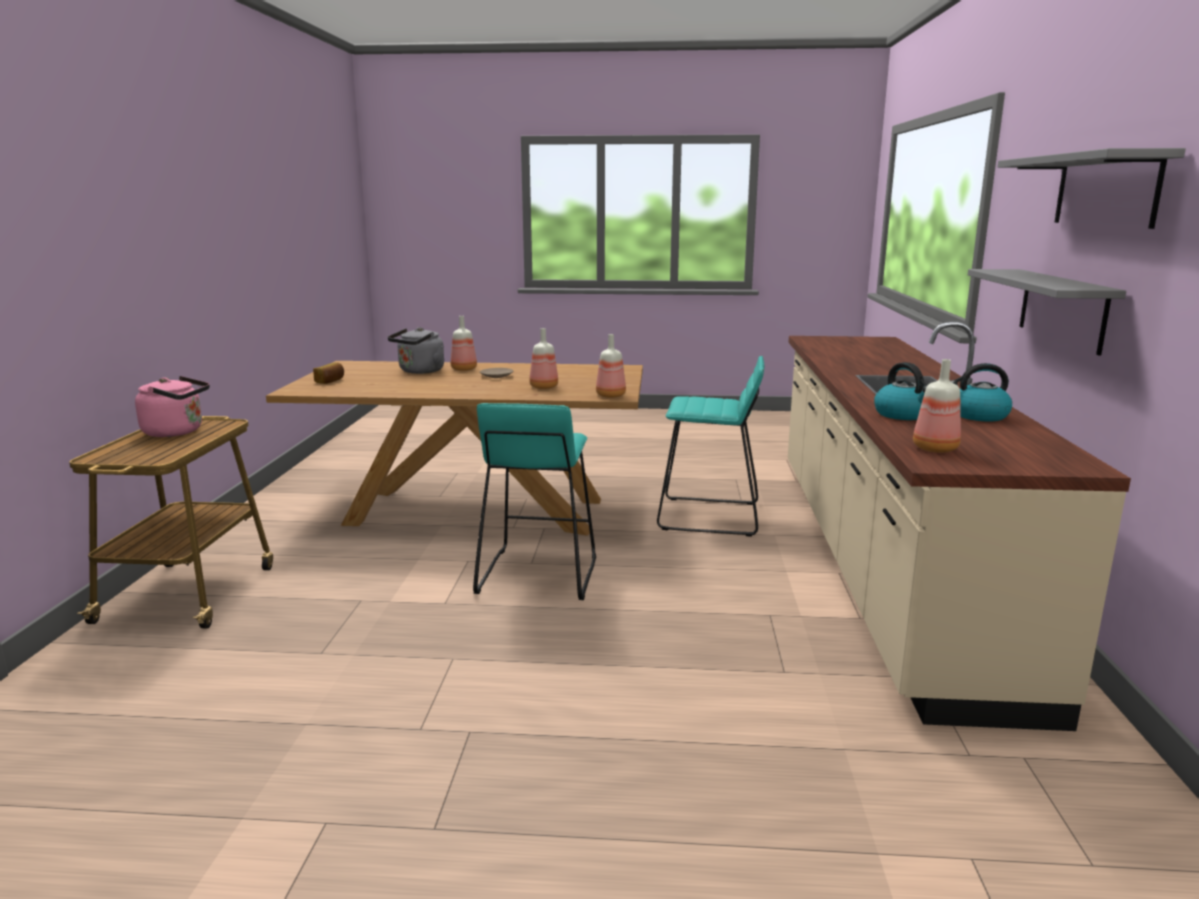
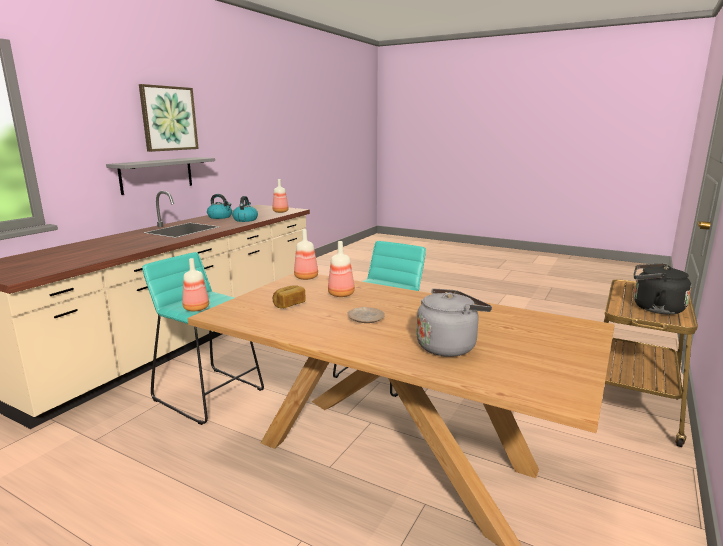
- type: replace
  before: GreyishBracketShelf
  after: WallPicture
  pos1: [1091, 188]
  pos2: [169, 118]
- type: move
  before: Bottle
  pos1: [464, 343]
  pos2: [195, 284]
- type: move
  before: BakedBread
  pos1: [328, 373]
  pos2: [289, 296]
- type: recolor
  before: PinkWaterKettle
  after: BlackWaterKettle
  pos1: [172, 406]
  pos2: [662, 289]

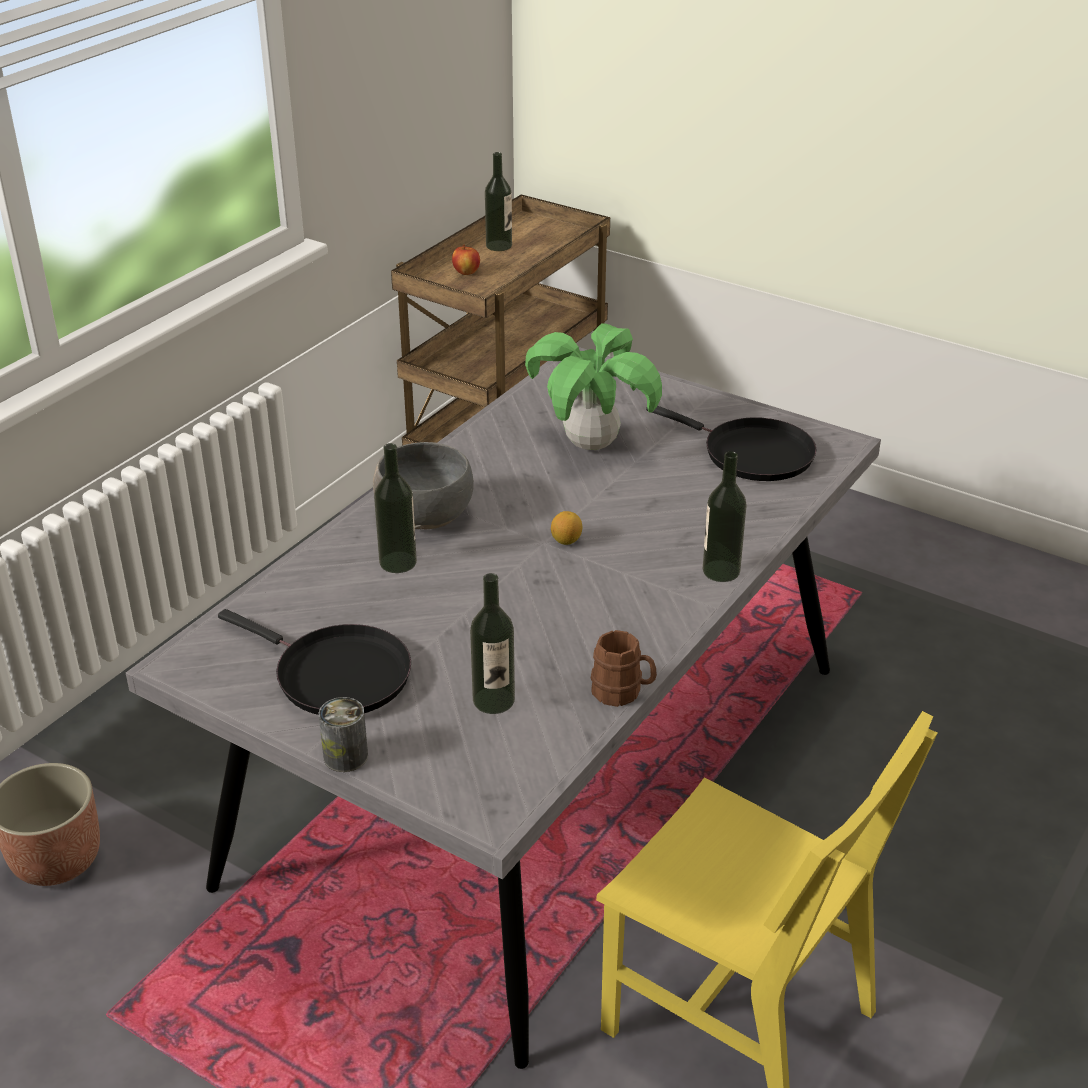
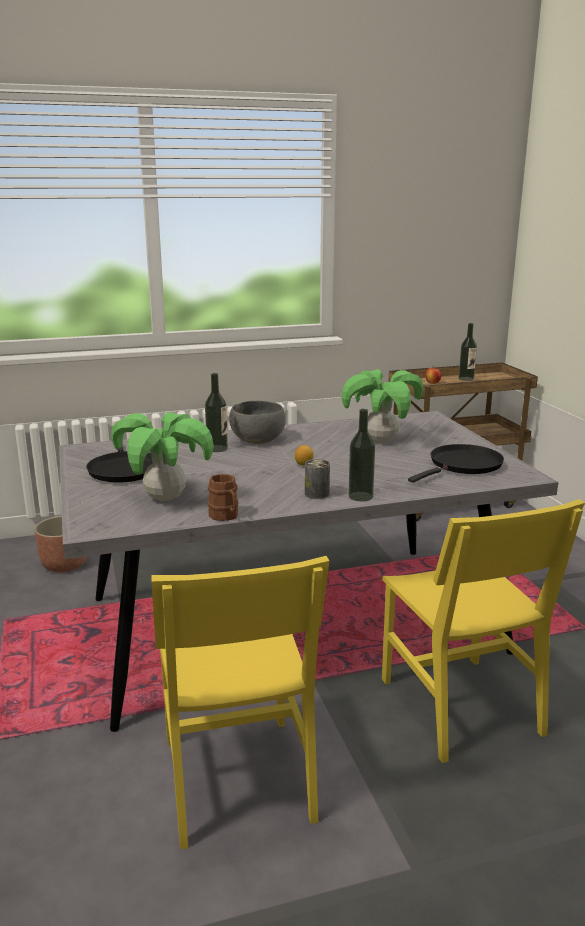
- type: rotate
  before: BlackPan
  pos1: [731, 443]
  pos2: [456, 463]
  turn: -120
- type: replace
  before: Bottle
  after: PottedPlant
  pos1: [492, 643]
  pos2: [162, 456]
- type: move
  before: SealedCan
  pos1: [343, 734]
  pos2: [317, 479]
- type: insert
  after: YellowColouredUprightChair
  pos2: [483, 631]

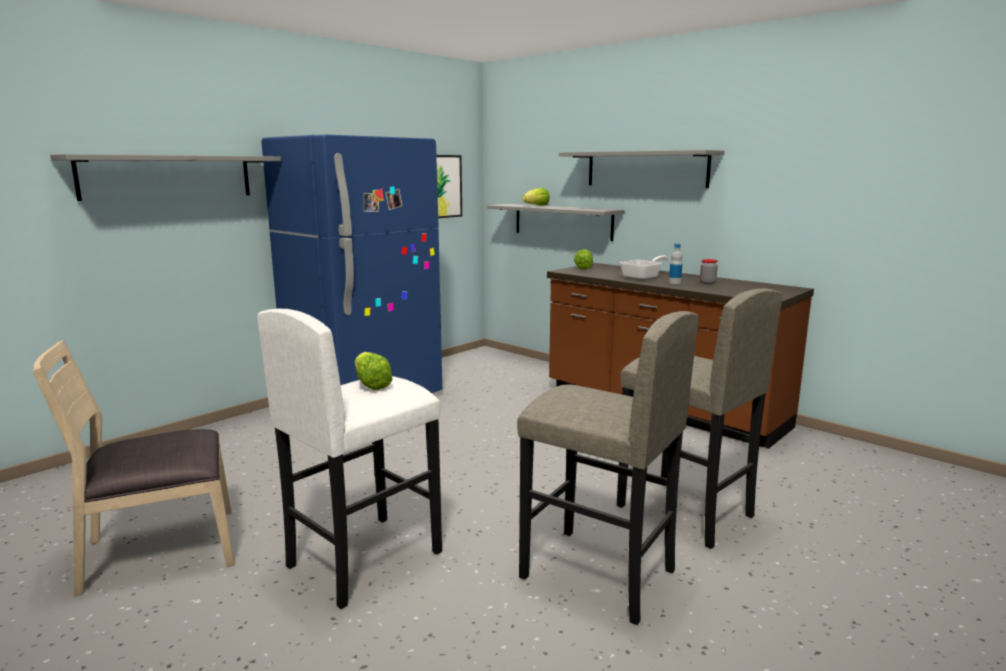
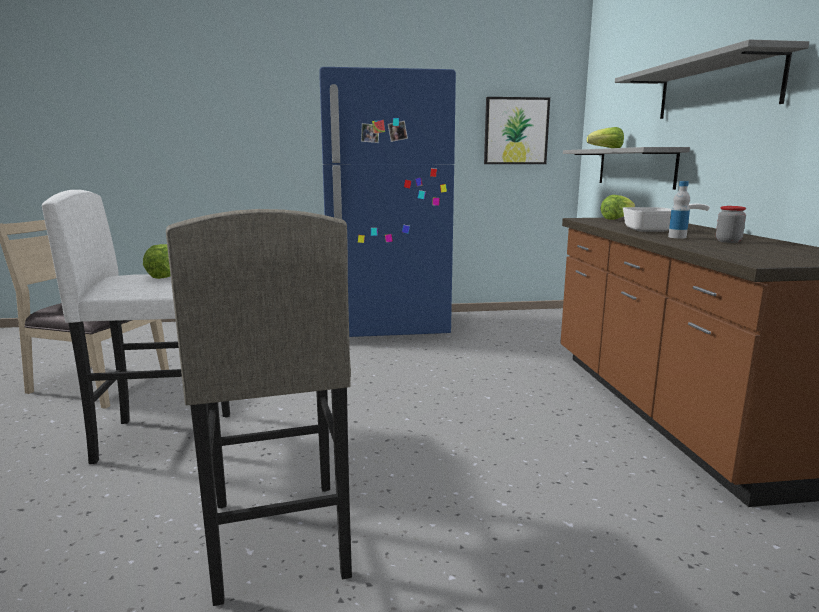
- type: delete
  before: GreyishBracketShelf
  pos1: [165, 177]
- type: delete
  before: GreyishStoolSeat
  pos1: [700, 419]

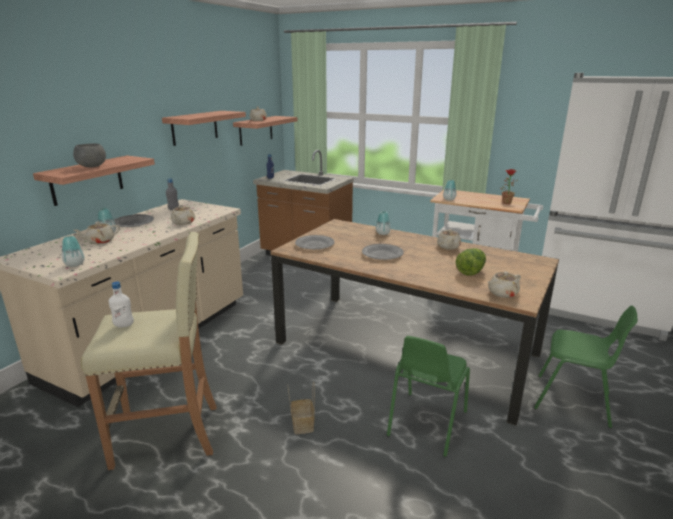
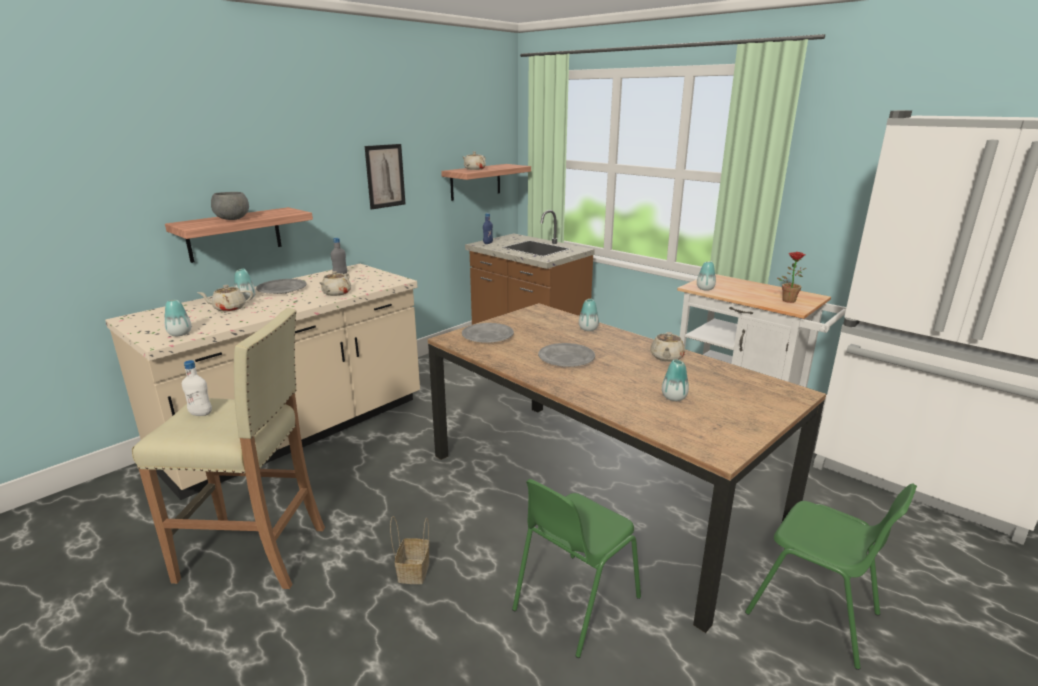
- type: replace
  before: BracketShelf
  after: WallPicture
  pos1: [204, 128]
  pos2: [385, 177]
- type: replace
  before: Lettuce
  after: Vase
  pos1: [471, 262]
  pos2: [675, 380]
- type: delete
  before: SandColouredTeaPot
  pos1: [504, 284]

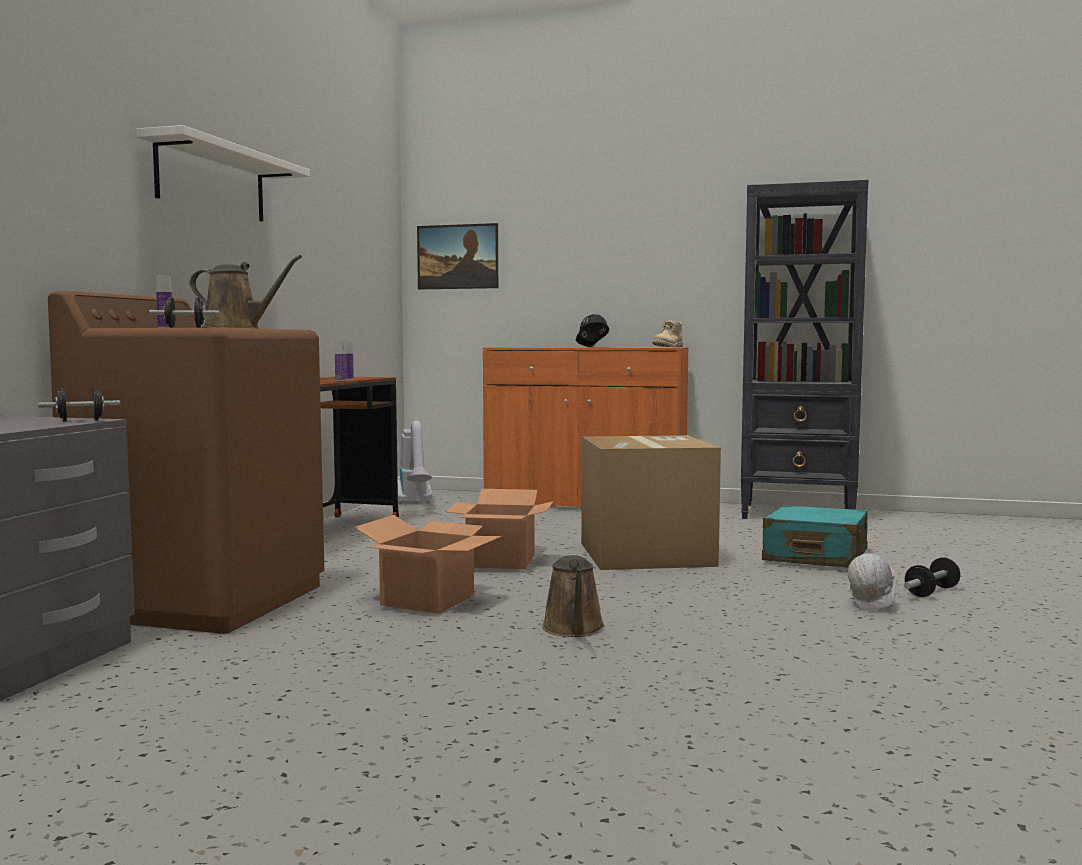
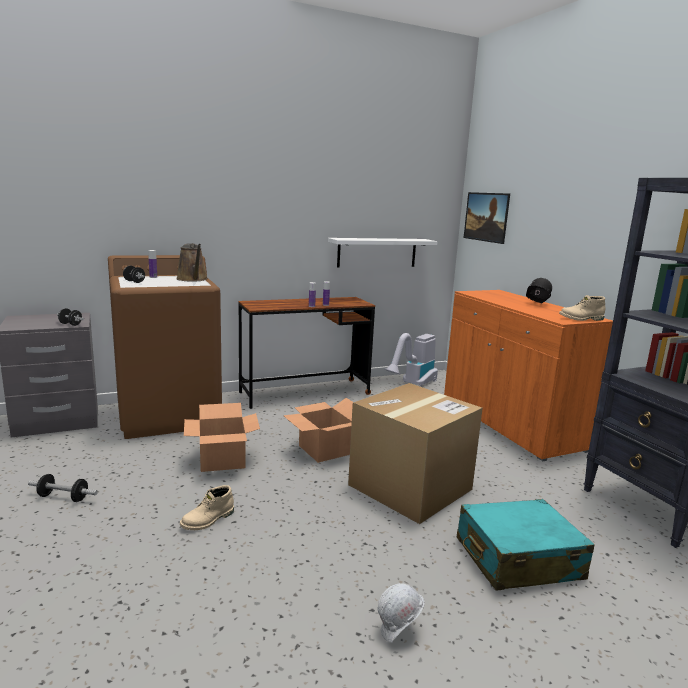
- type: move
  before: WhiteBracketShelf
  pos1: [223, 173]
  pos2: [383, 253]
- type: replace
  before: BrownishWateringCan
  after: SandColouredHighTopBoot
  pos1: [573, 595]
  pos2: [207, 507]
- type: move
  before: HandWeight
  pos1: [932, 577]
  pos2: [63, 488]

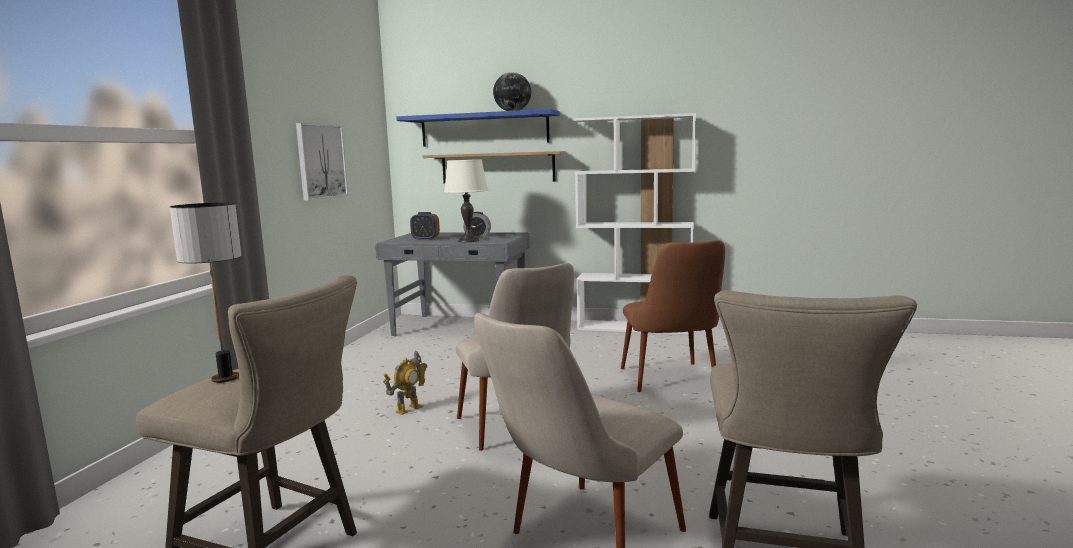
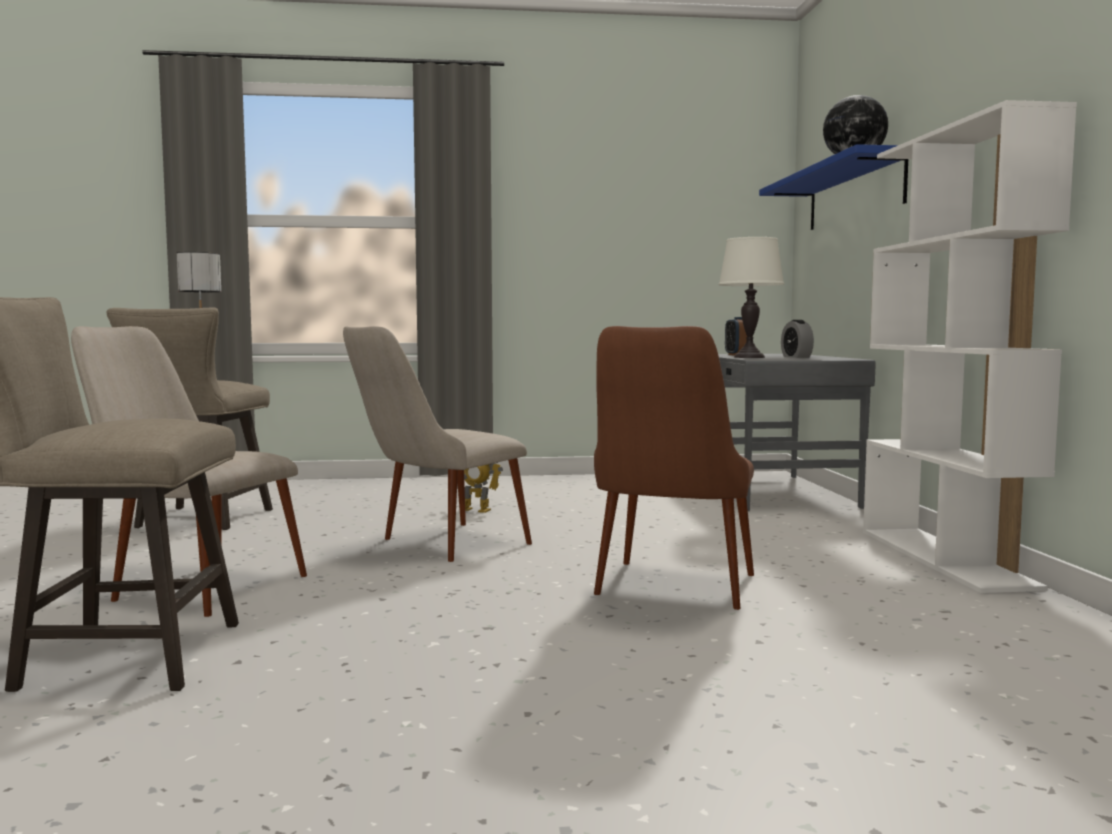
- type: delete
  before: WallPicture
  pos1: [322, 162]
- type: delete
  before: BracketShelf
  pos1: [494, 167]
- type: rotate
  before: BrownishUprightChair
  pos1: [673, 316]
  pos2: [674, 468]
  turn: -45

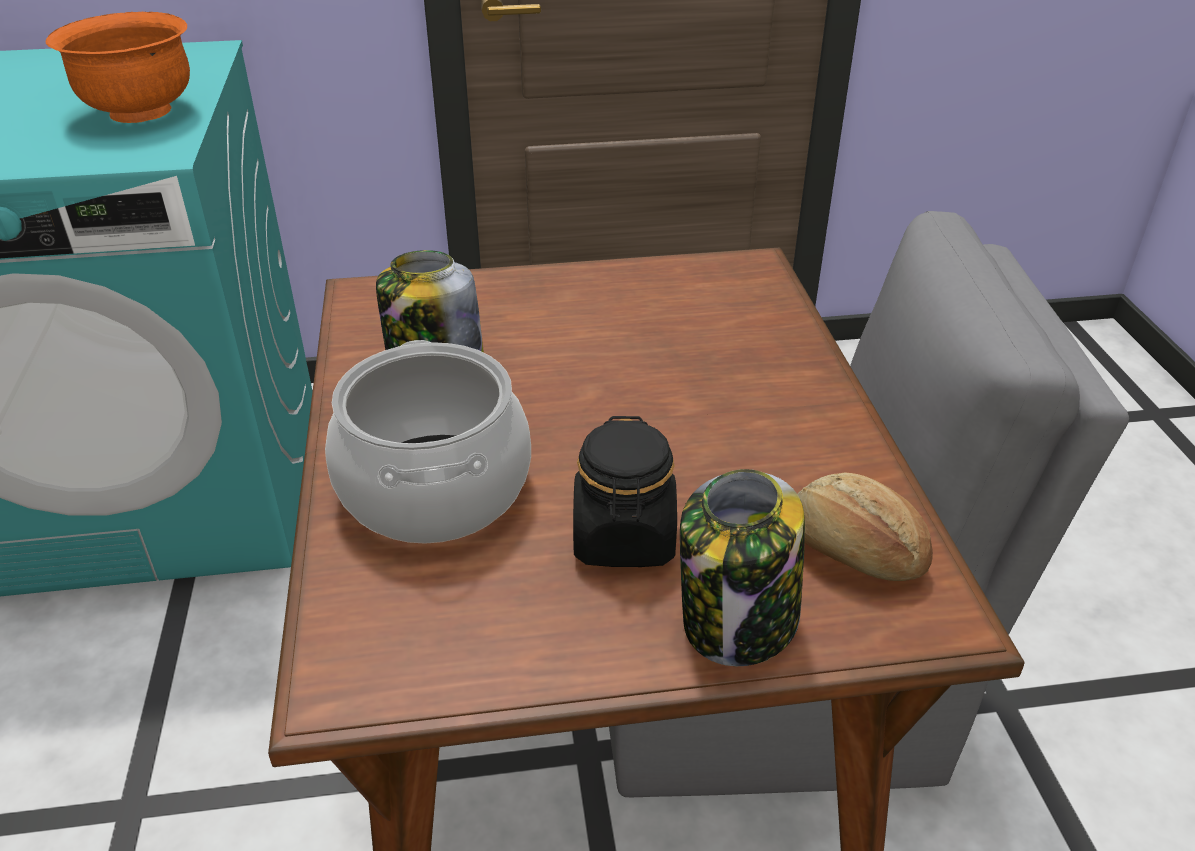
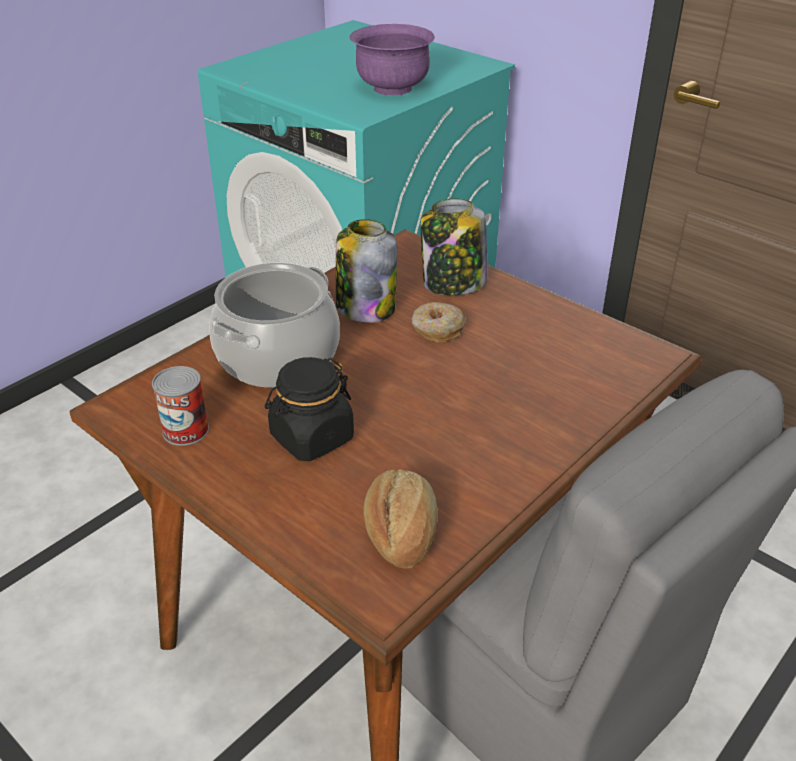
- type: recolor
  before: OrangeDeepDish
  after: PurpleDeepDish
  pos1: [118, 67]
  pos2: [392, 60]
- type: move
  before: Jar
  pos1: [742, 567]
  pos2: [454, 246]
- type: insert
  after: Doughnut
  pos2: [438, 322]
- type: insert
  after: SealedCan
  pos2: [180, 406]

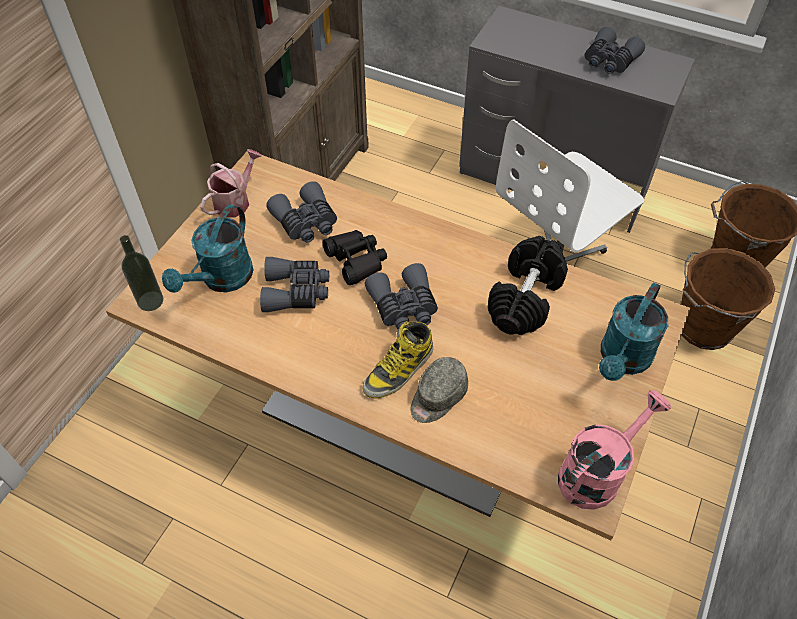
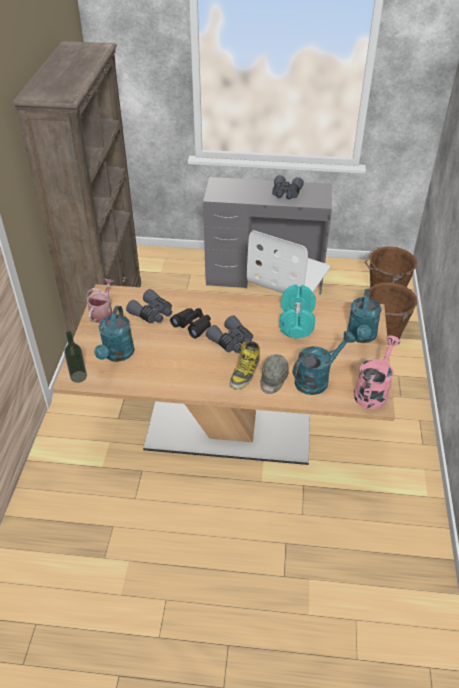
- type: recolor
  before: BlackHandWeight
  after: TurquoiseHandWeight
  pos1: [528, 285]
  pos2: [297, 311]
- type: delete
  before: GreyishBinoculars
  pos1: [294, 284]
- type: insert
  after: TurquoiseWateringCan
  pos2: [324, 363]

